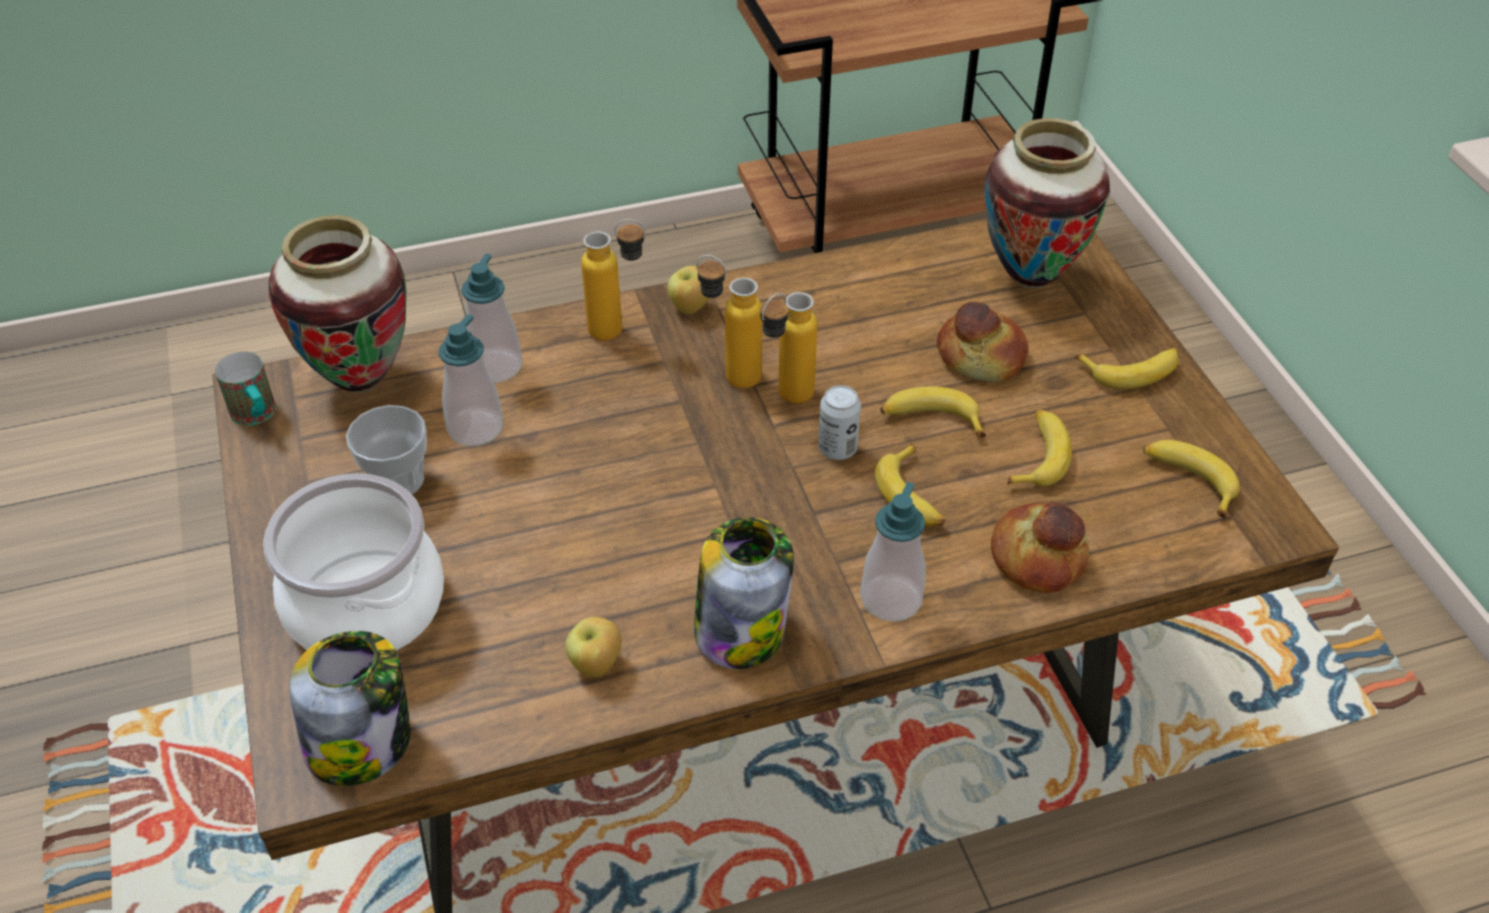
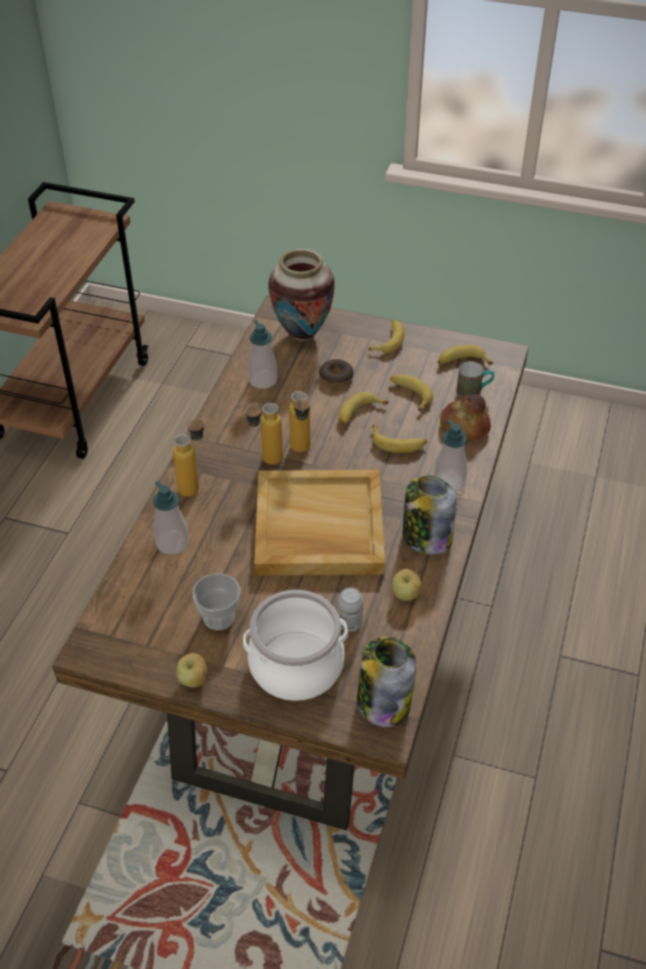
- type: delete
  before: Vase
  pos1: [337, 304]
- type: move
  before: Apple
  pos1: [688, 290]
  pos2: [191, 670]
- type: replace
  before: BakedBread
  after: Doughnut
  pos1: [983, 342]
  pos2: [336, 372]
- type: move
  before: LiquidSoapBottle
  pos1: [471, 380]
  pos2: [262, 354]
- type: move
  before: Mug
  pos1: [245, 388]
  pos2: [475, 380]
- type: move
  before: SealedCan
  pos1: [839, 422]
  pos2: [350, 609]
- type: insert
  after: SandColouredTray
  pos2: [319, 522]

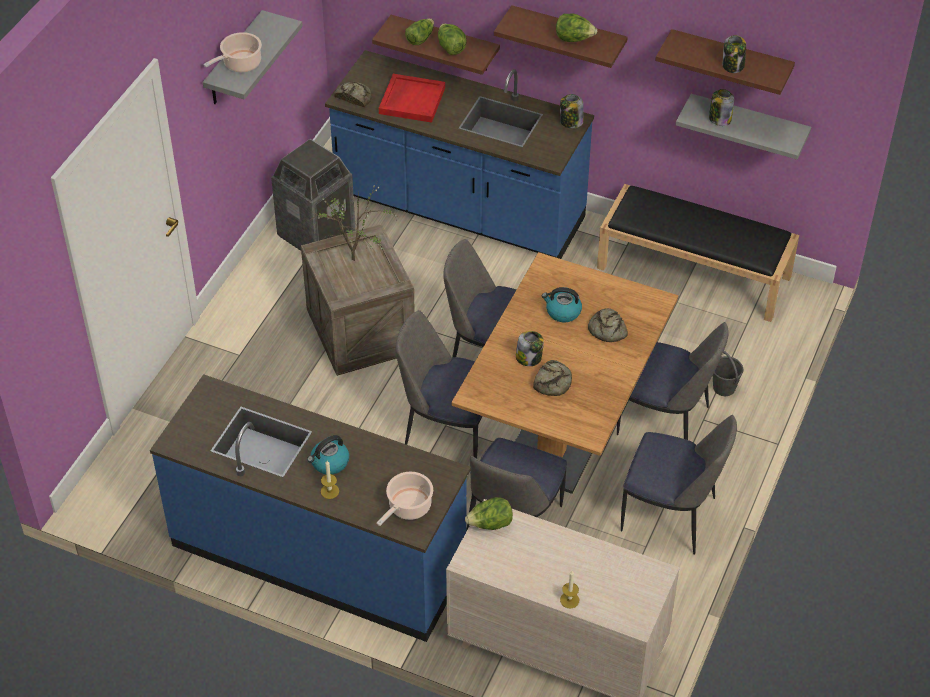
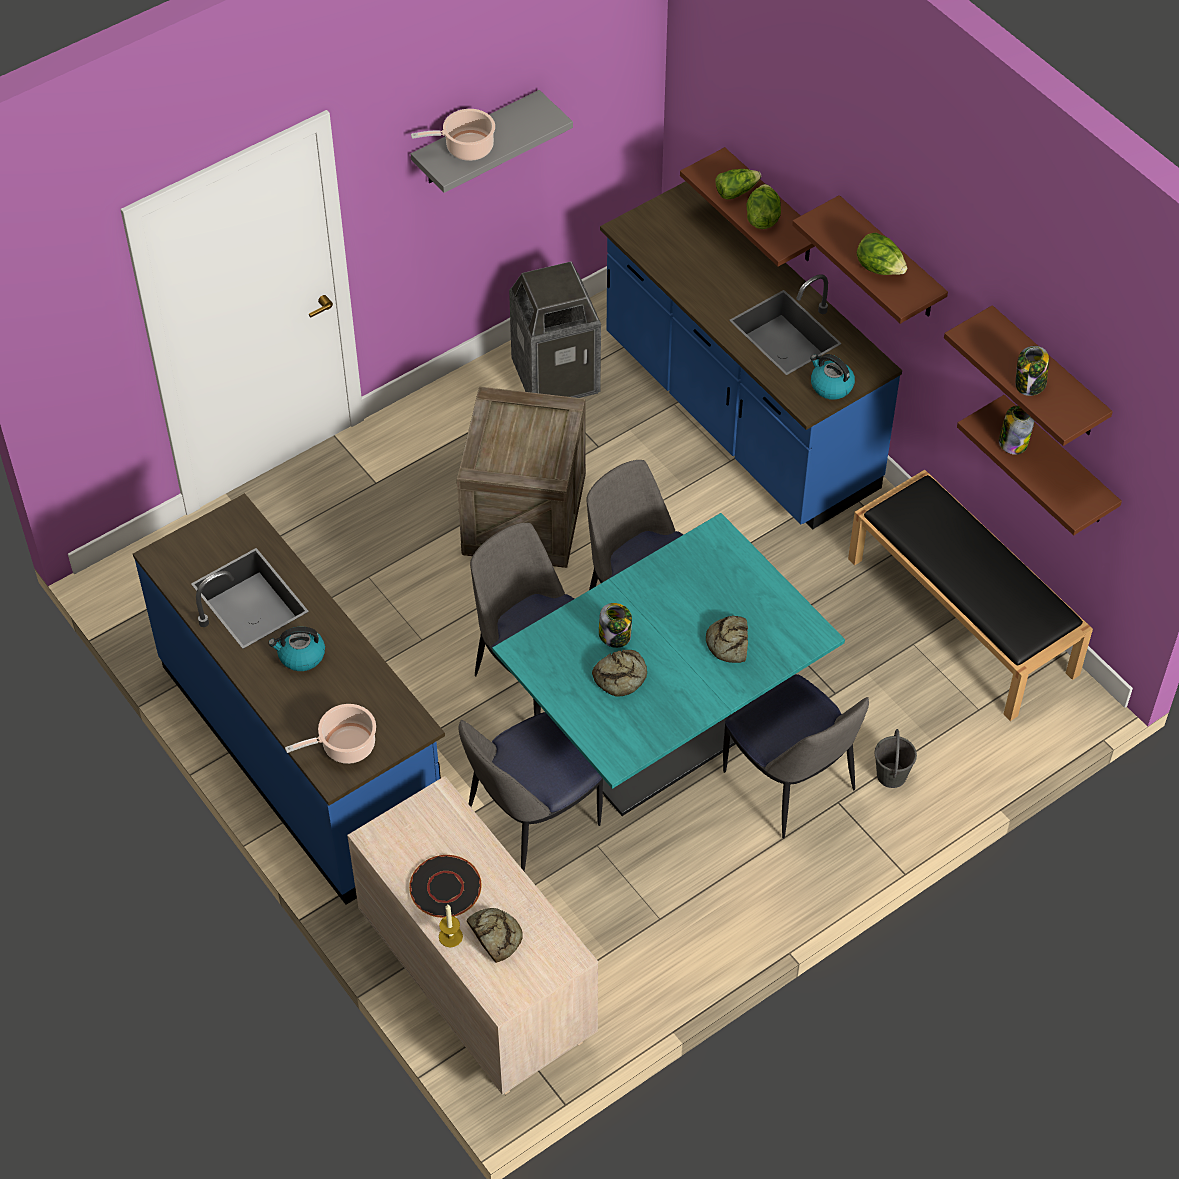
- type: delete
  before: ReddishTray
  pos1: [412, 98]
- type: move
  before: BakedBread
  pos1: [353, 94]
  pos2: [494, 935]
- type: delete
  before: Jar
  pos1: [572, 111]
- type: recolor
  before: GreyishBracketShelf
  after: BrownishBracketShelf
  pos1: [743, 126]
  pos2: [1039, 465]
- type: delete
  before: PottedPlant
  pos1: [353, 221]
- type: recolor
  before: BrownishDinnerTable
  after: TurquoiseDinnerTable
  pos1: [565, 373]
  pos2: [668, 664]
- type: move
  before: WaterKettle
  pos1: [562, 304]
  pos2: [832, 377]
- type: delete
  before: UprightChair
  pos1: [679, 485]
- type: delete
  before: WaxCandle
  pos1: [330, 480]
- type: delete
  before: Lettuce
  pos1: [489, 513]
- type: insert
  after: BlackPlate
  pos2: [445, 886]

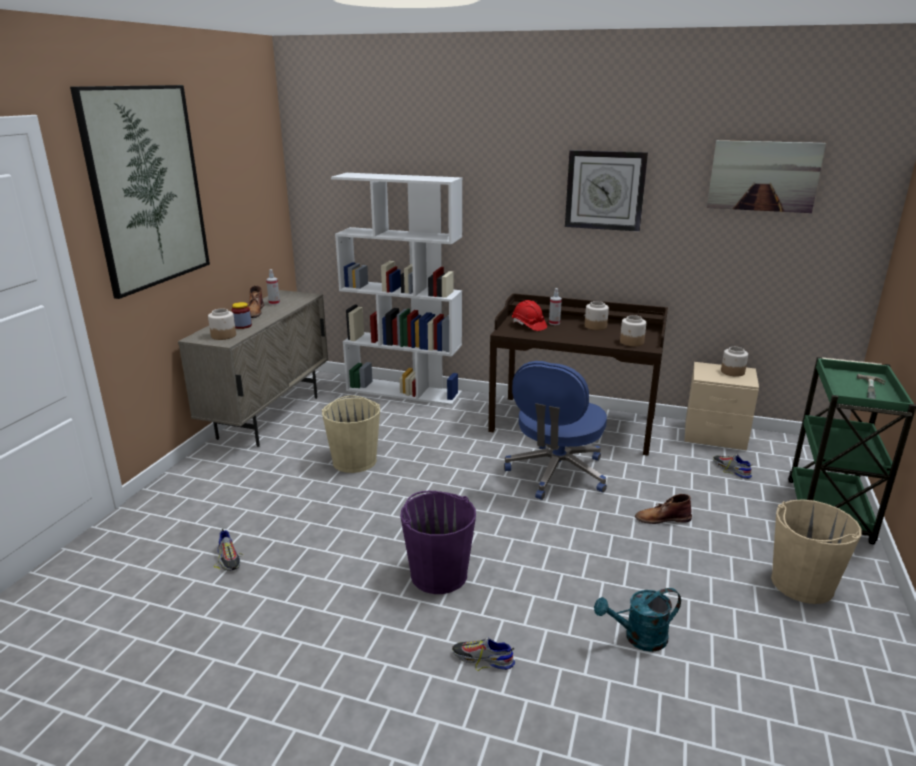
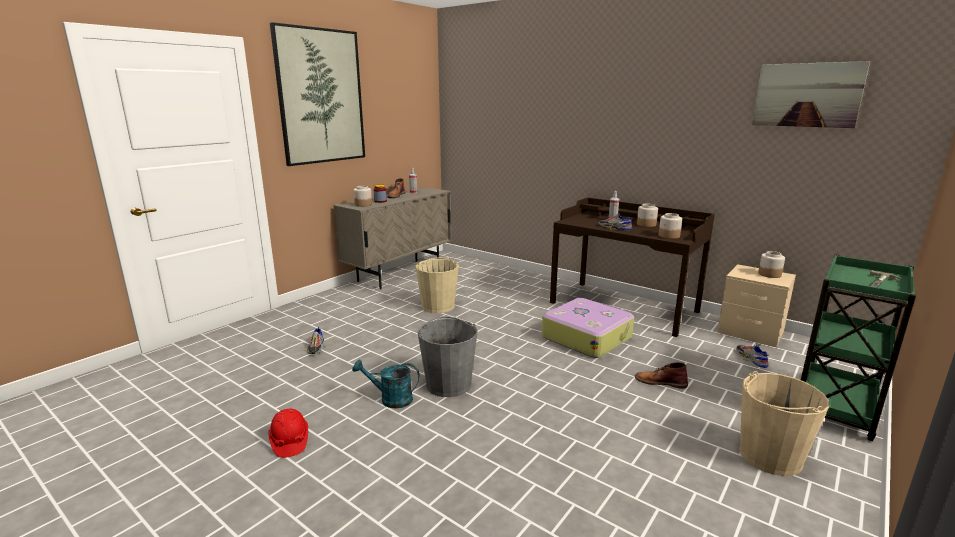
- type: delete
  before: WallClock
  pos1: [606, 190]
- type: delete
  before: WhiteShelvingUnit
  pos1: [396, 289]
- type: move
  before: ReddishWorkHelmet
  pos1: [529, 315]
  pos2: [288, 433]
- type: replace
  before: BlueOfficeChair
  after: Suitcase
  pos1: [555, 430]
  pos2: [588, 328]
- type: recolor
  before: PurpleBucket
  after: GreyishBucket
  pos1: [438, 542]
  pos2: [448, 356]
- type: move
  before: TurquoiseWateringCan
  pos1: [637, 620]
  pos2: [386, 384]
- type: move
  before: LowShoe
  pos1: [483, 654]
  pos2: [615, 222]

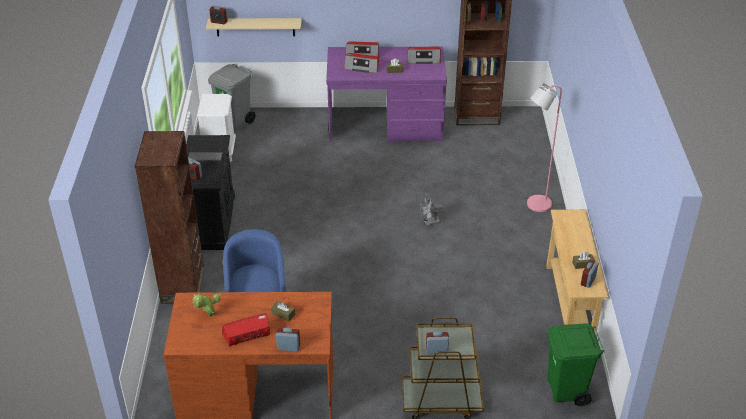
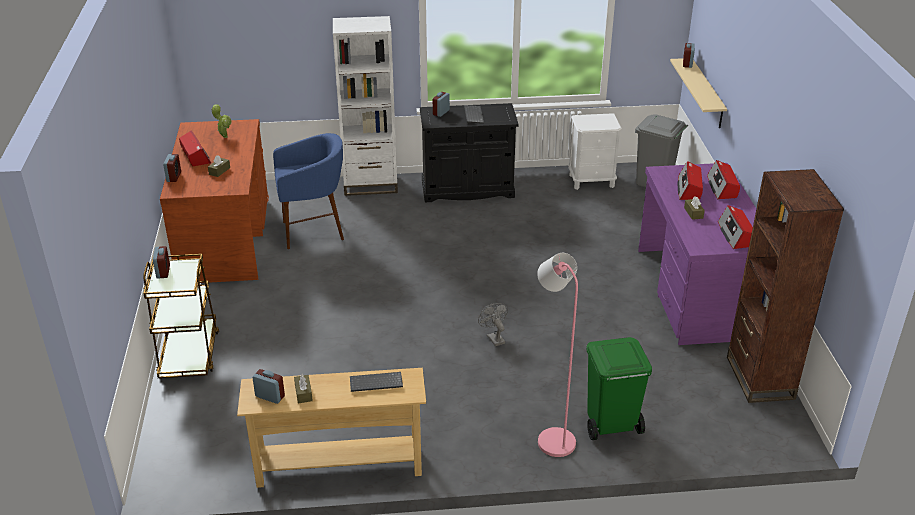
- type: recolor
  before: BrownishShelvingUnit
  after: WhiteShelvingUnit
  pos1: [169, 217]
  pos2: [365, 106]
- type: move
  before: GreenColouredTrashCan
  pos1: [576, 364]
  pos2: [619, 388]
- type: insert
  after: Keyboard
  pos2: [376, 382]

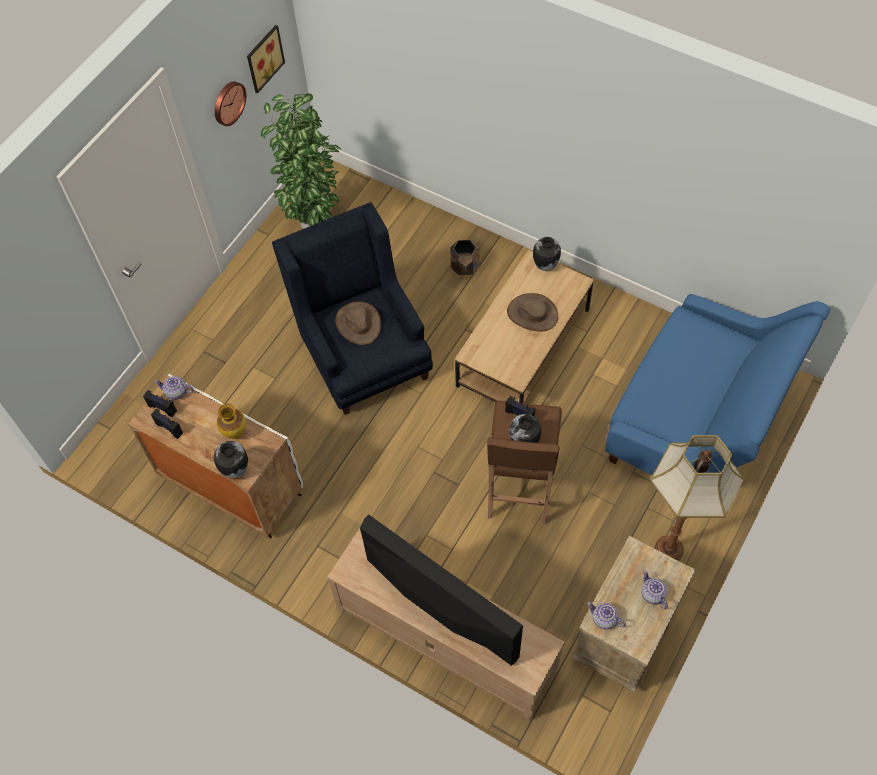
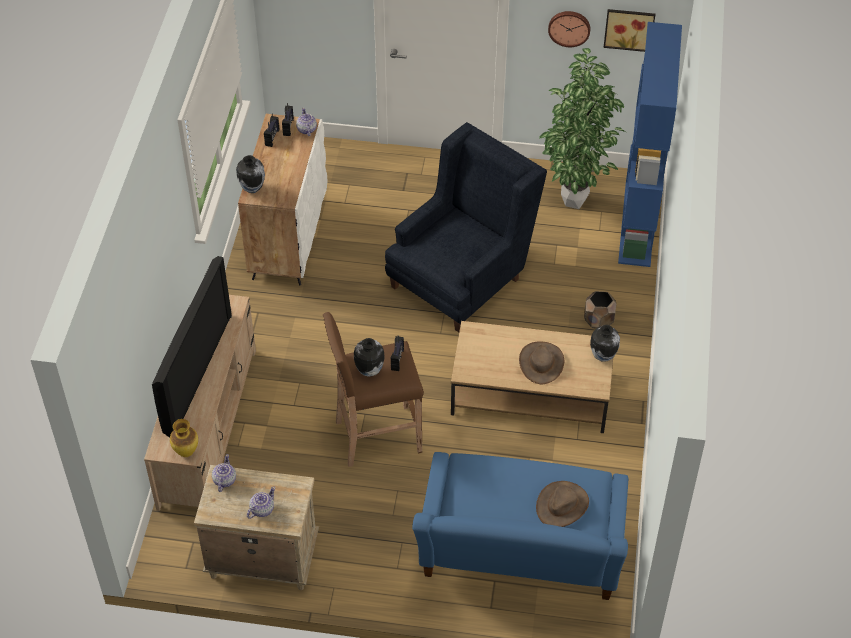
- type: move
  before: BrownishHat
  pos1: [358, 323]
  pos2: [562, 504]
- type: move
  before: Vase
  pos1: [231, 421]
  pos2: [184, 438]
- type: delete
  before: StandardLamp
  pos1: [697, 498]
- type: insert
  after: BlueShelvingUnit
  pos2: [650, 144]

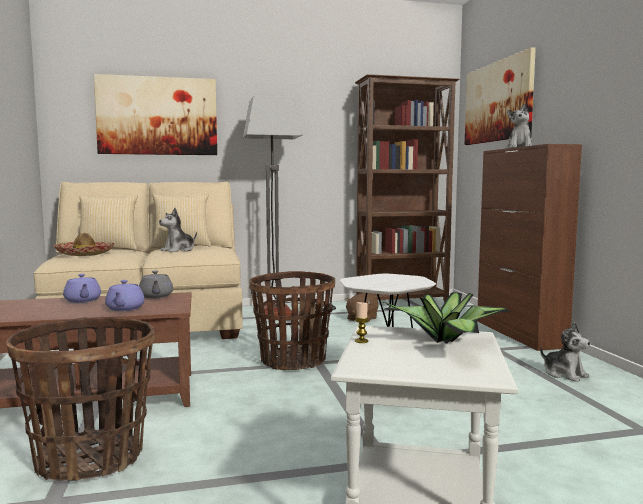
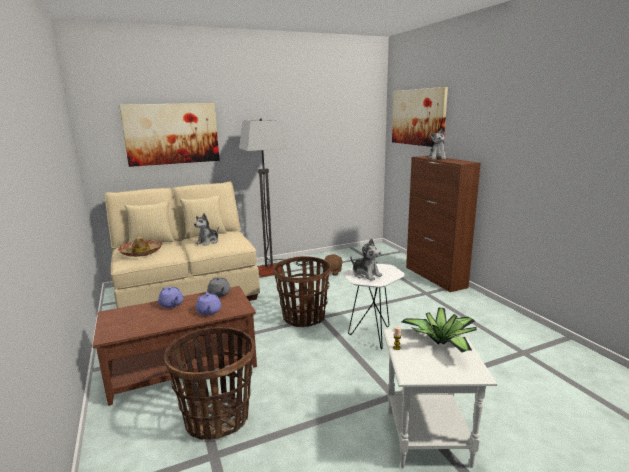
- type: delete
  before: BrownishShelvingUnit
  pos1: [407, 188]
- type: move
  before: CuddlyToy
  pos1: [565, 352]
  pos2: [366, 259]

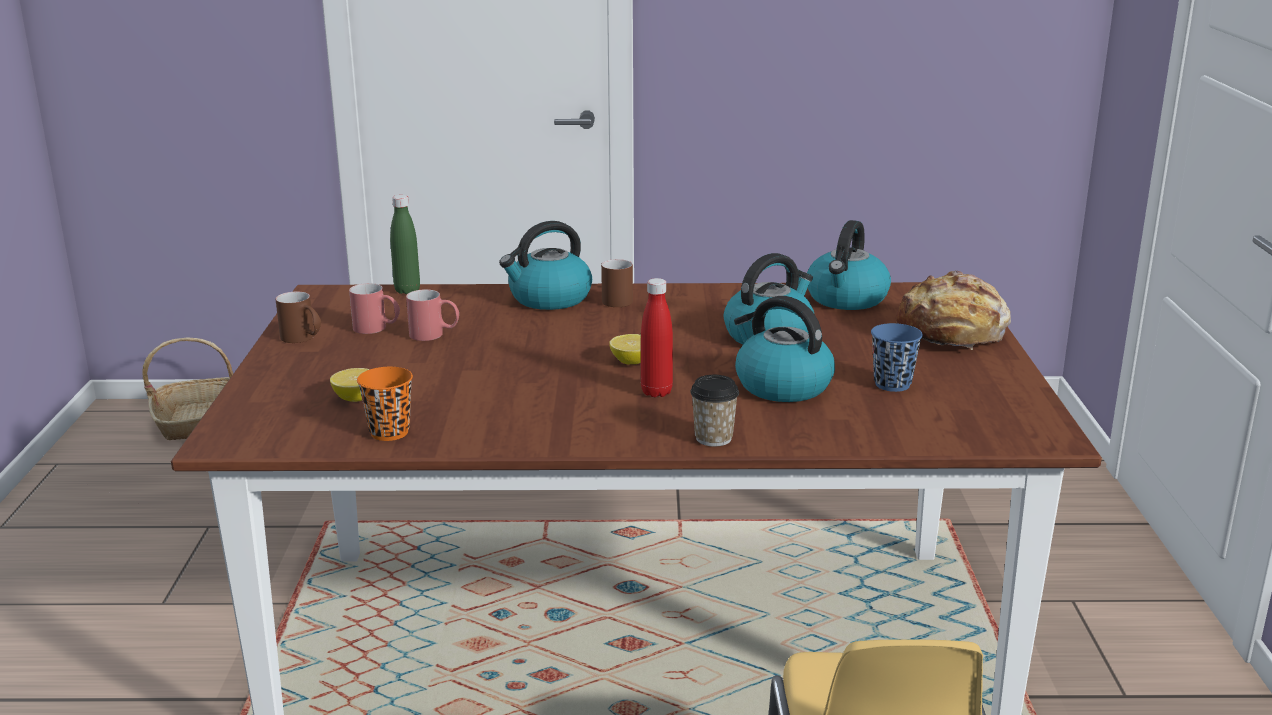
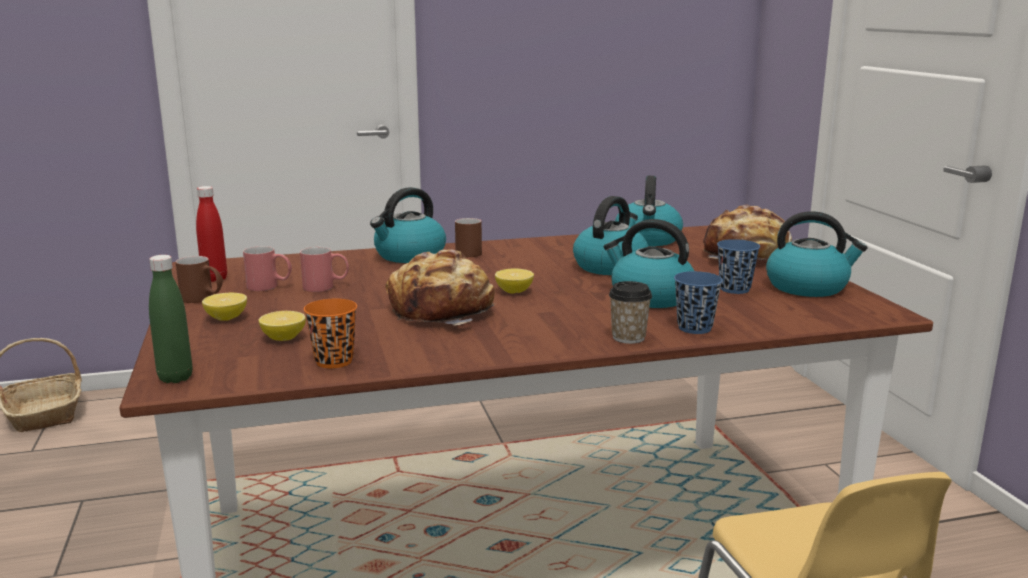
- type: move
  before: GreenColouredBottle
  pos1: [405, 244]
  pos2: [170, 319]
- type: move
  before: ReddishBottle
  pos1: [657, 337]
  pos2: [211, 234]
- type: insert
  after: WaterKettle
  pos2: [816, 254]
- type: insert
  after: BakedBread
  pos2: [440, 287]
- type: insert
  after: BlueDrinkingCup
  pos2: [698, 302]
- type: insert
  after: CitrusFruit
  pos2: [224, 307]

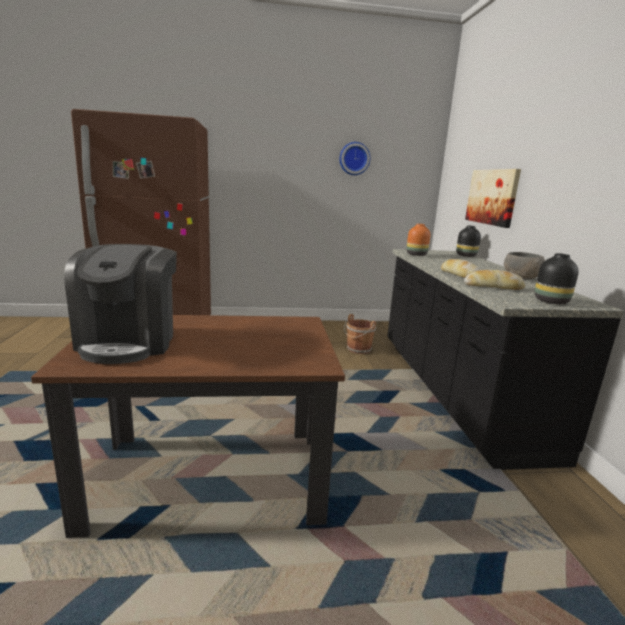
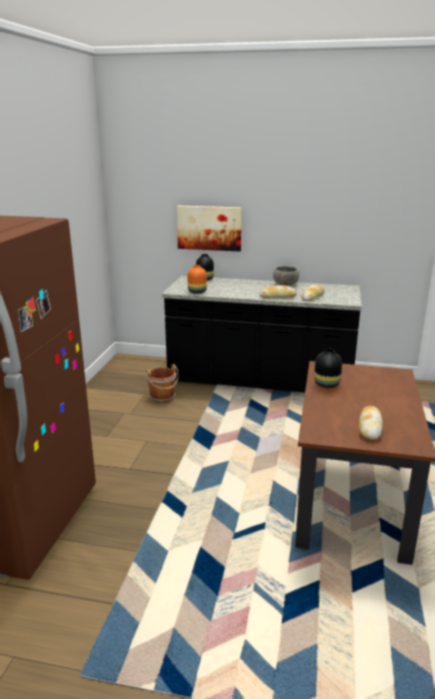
- type: delete
  before: WallClock
  pos1: [355, 158]
- type: replace
  before: CoffeeMaker
  after: BakedBread
  pos1: [120, 304]
  pos2: [371, 423]
- type: move
  before: BlackVase
  pos1: [557, 278]
  pos2: [328, 368]

